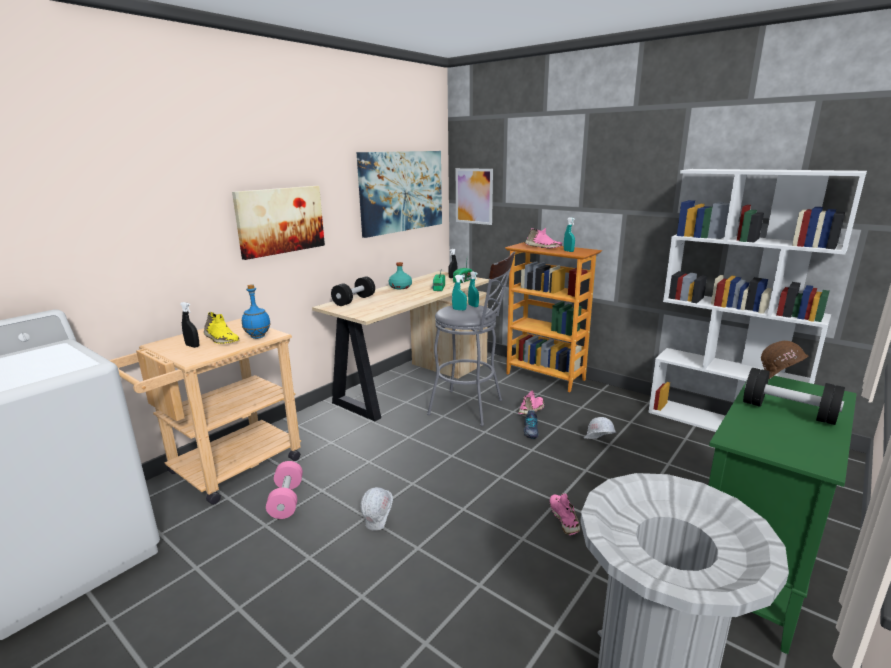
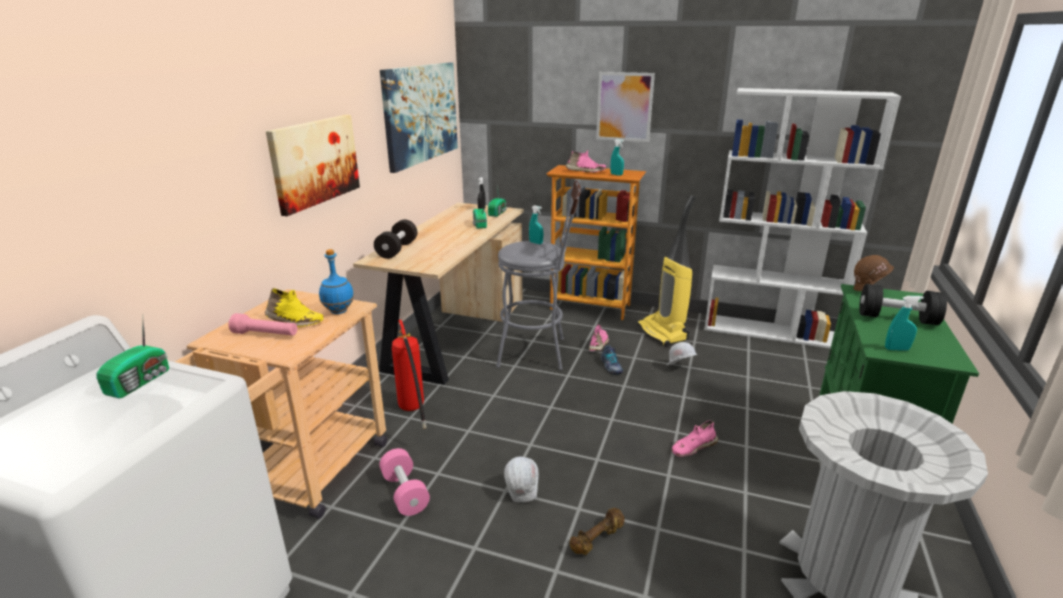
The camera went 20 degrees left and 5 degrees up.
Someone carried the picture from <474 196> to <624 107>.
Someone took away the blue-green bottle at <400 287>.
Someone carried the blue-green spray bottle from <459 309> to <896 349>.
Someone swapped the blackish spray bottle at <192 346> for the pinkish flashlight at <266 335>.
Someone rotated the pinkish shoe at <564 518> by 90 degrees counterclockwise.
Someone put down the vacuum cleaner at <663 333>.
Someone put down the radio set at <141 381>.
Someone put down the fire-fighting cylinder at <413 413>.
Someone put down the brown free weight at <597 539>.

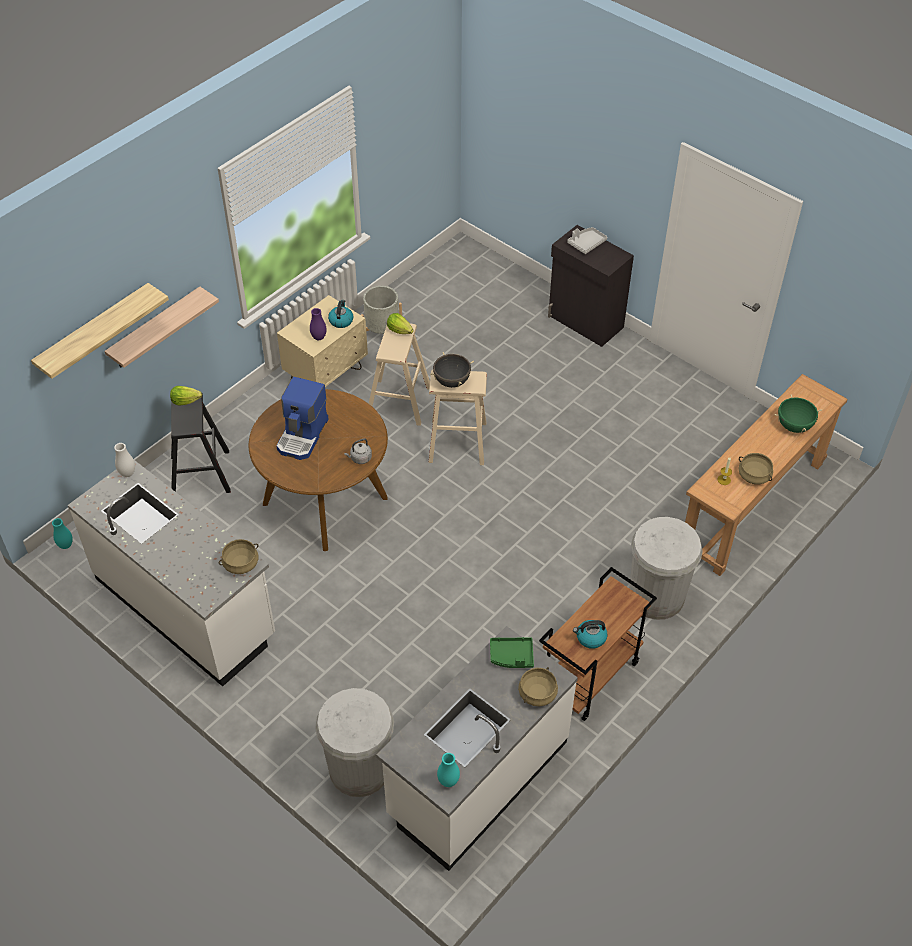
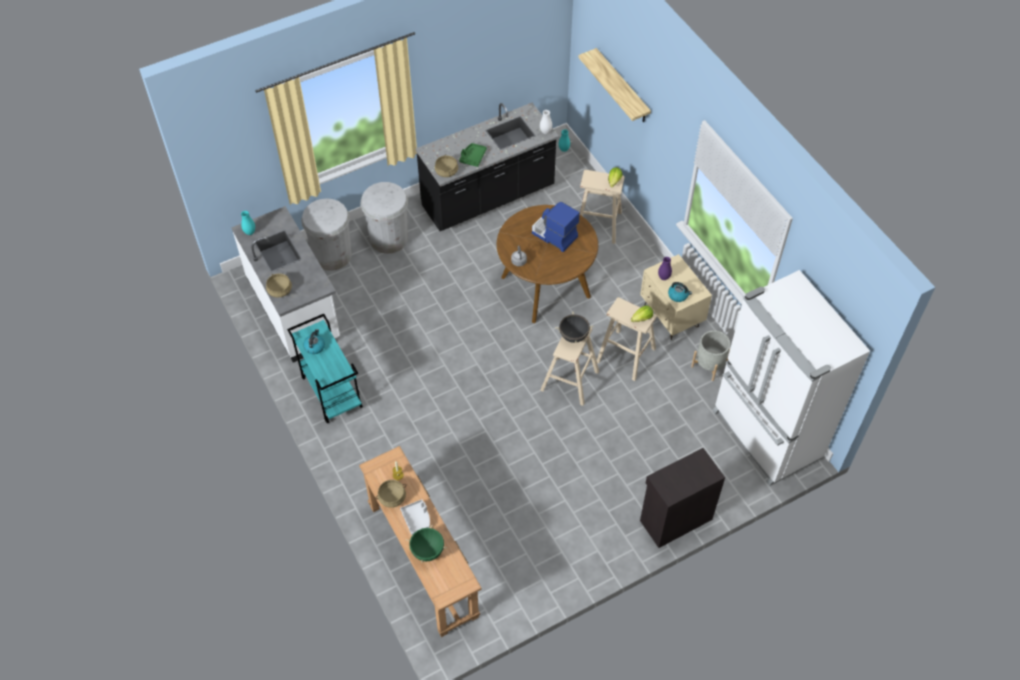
The camera went 110 degrees right and 5 degrees up.
Someone carried the gray carrying tray from <586 243> to <417 519>.
Someone took away the bracket shelf at <155 329>.
Someone repainted the blackish stool at <200 474>, which became the beige stool at <598 224>.
Someone repainted the white-coloured counter at <186 607>, which became the blackish counter at <488 198>.
Someone carried the white-coloured rubbish bin from <656 596> to <389 238>.
Someone repainted the brown trolley at <589 677>, which became the blue-green trolley at <331 392>.
Someone carried the greenish carrying tray from <511 656> to <473 157>.
Someone put down the white-coloured kitchen fridge at <765 436>.

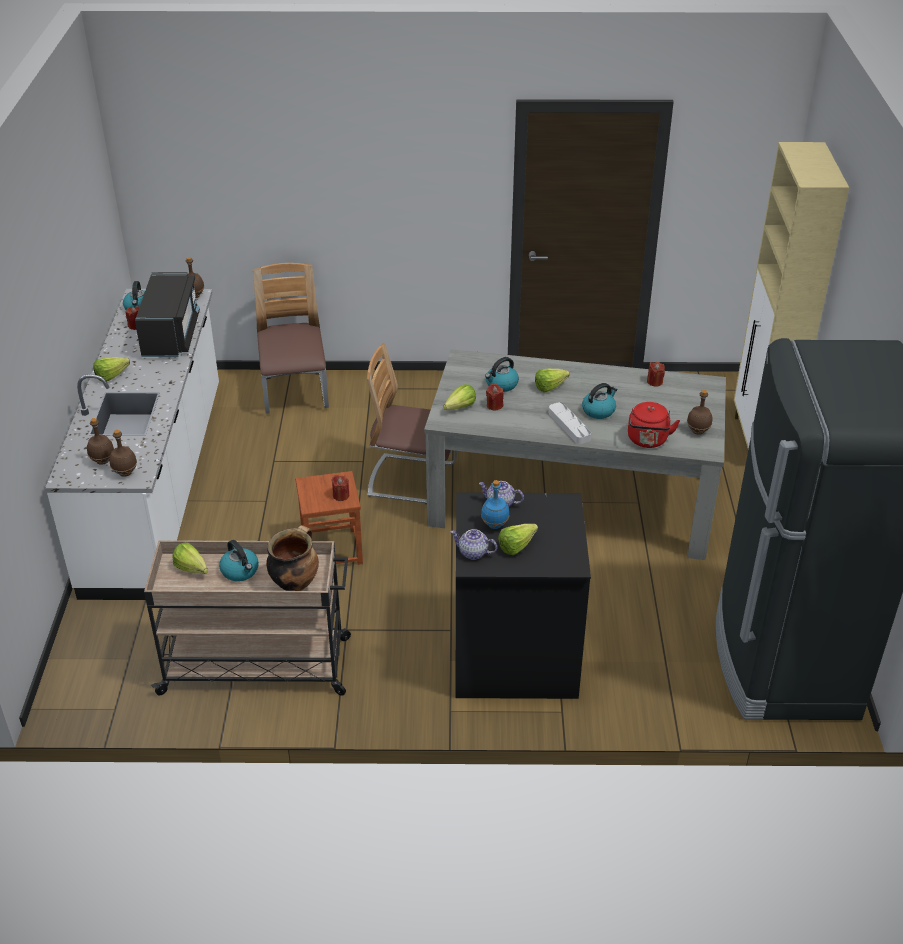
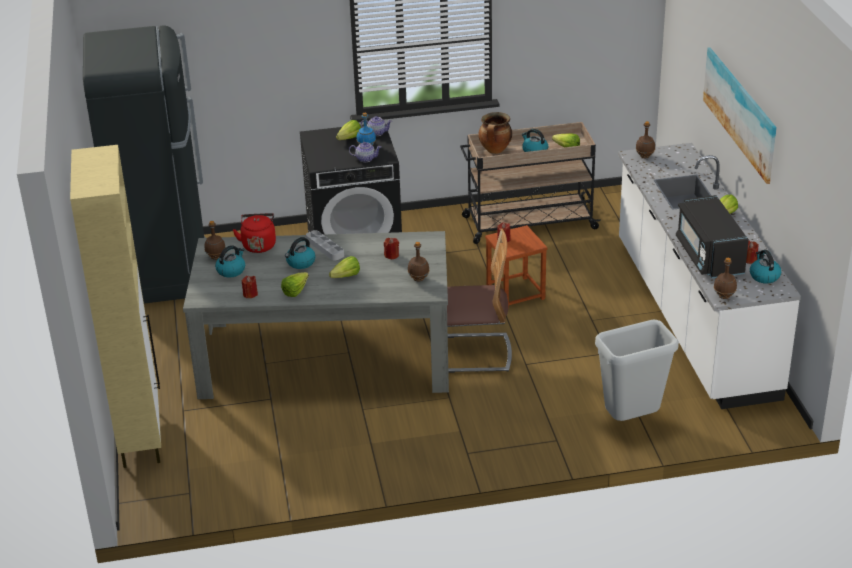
The camera went 170 degrees right and 5 degrees down.
Someone swapped the upright chair at <295 394> for the gray rubbish bin at <631 421>.
Someone carried the kettle from <501 385> to <231 270>.
Someone carried the lettuce head from <457 408> to <298 290>.
Someone carried the brown bottle from <103 461> to <418 279>.
Someone put up the picture at <741 112>.

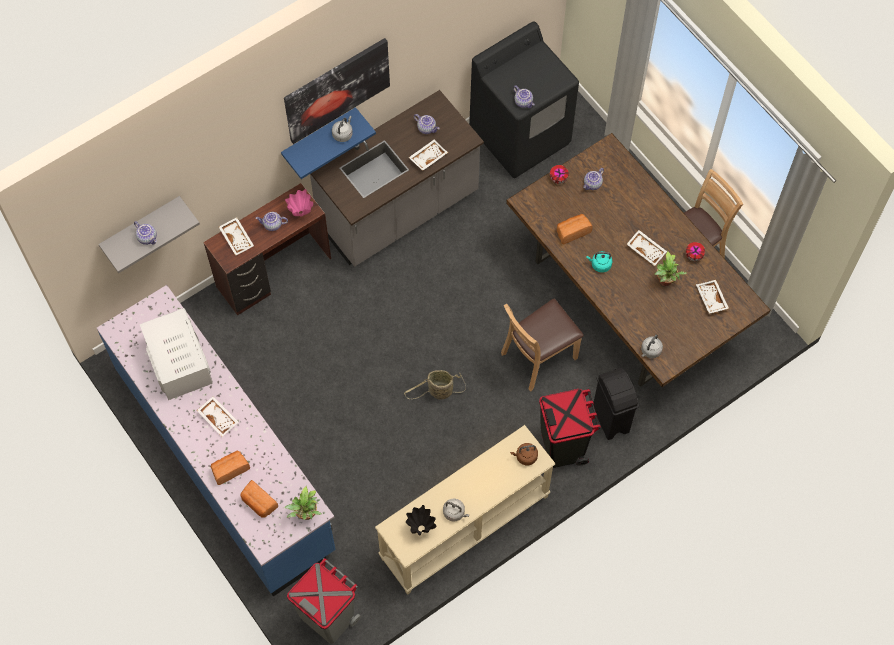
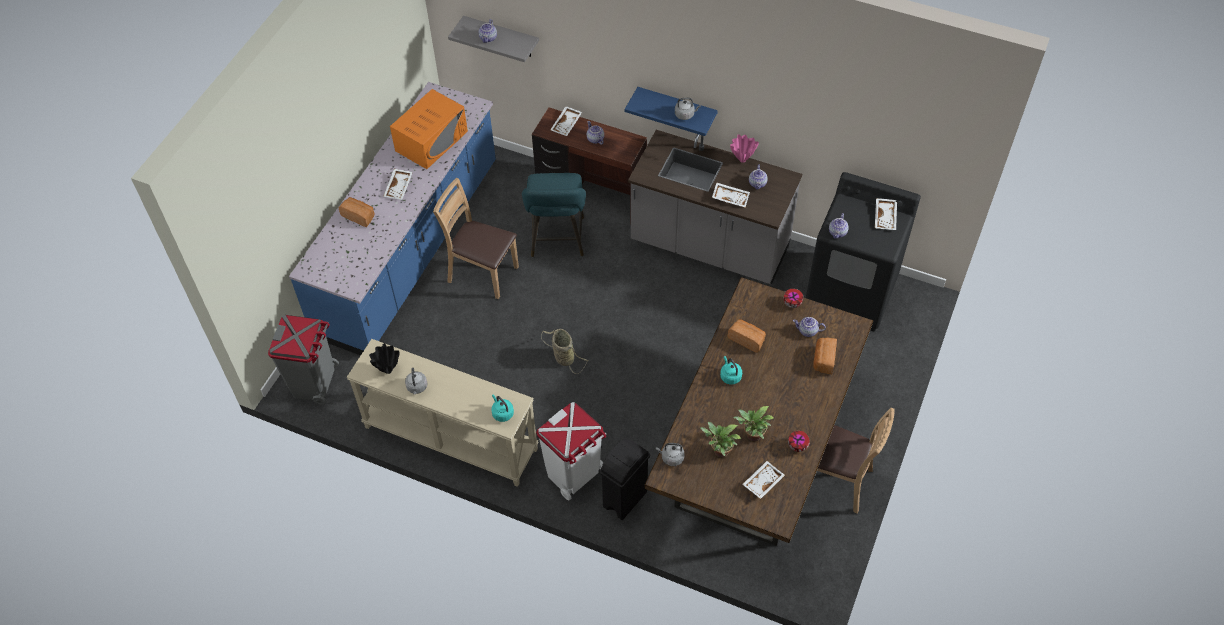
The camera went 60 degrees right and 10 degrees down.
Someone took away the picture at <337 90>.
Someone carried the pinkish vase from <301 214> to <742 160>.
Someone carried the white-coloured carrying tray from <646 249> to <885 217>.
Someone carried the brown upright chair from <538 357> to <482 273>.
Someone repainted the white-coloured kitchen microwave at <179 361>, which became the orange-coloured kitchen microwave at <431 141>.
Someone repainted the blackish rubbish bin at <563 445>, which became the white-coloured rubbish bin at <574 474>.
Someone repainted the brown kettle at <525 457>, which became the blue-green kettle at <502 413>.
Someone carried the bread from <259 503> to <823 360>.
Someone carried the plant in a pot from <306 515> to <719 451>.
Someone put down the blue-green stool at <557 240>.

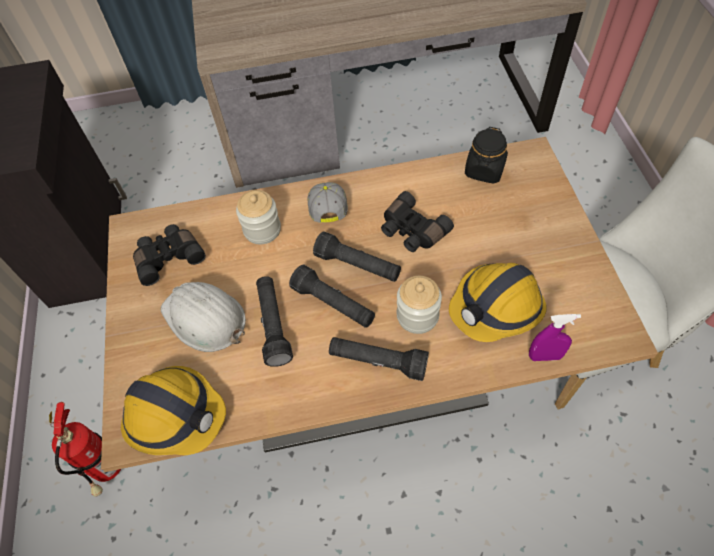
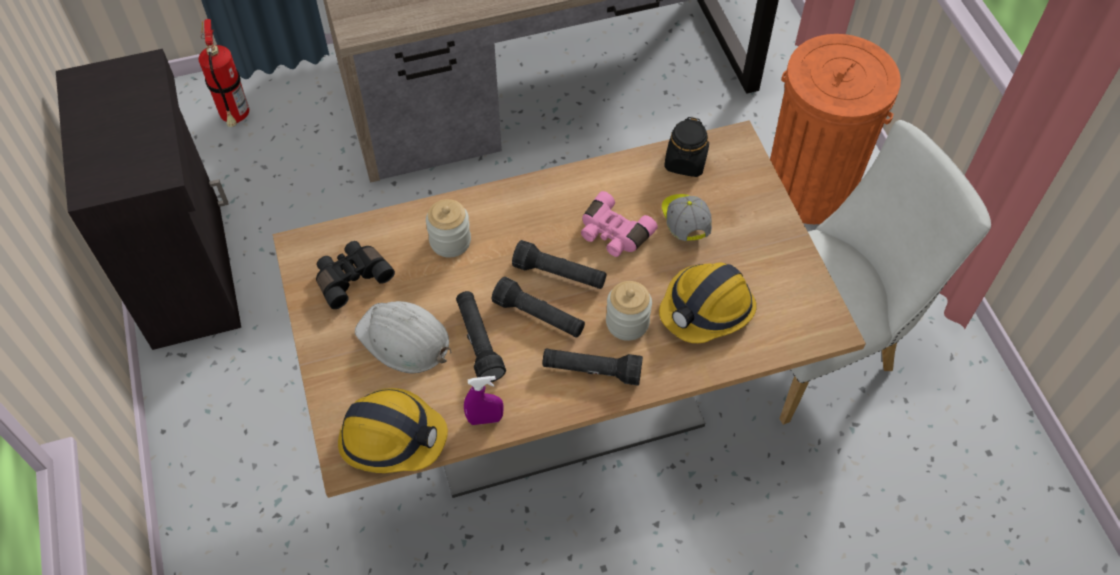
The camera went 10 degrees left and 0 degrees up.
Someone carried the baseball cap from <328 207> to <684 222>.
Someone repainted the blackish pair of binoculars at <411 231>, which became the pinkish pair of binoculars at <613 234>.
Someone carried the purple-coloured spray bottle from <545 356> to <485 419>.
Someone carried the fire-fighting cylinder from <108 471> to <236 118>.
Someone put down the orange-coloured rubbish bin at <809 188>.

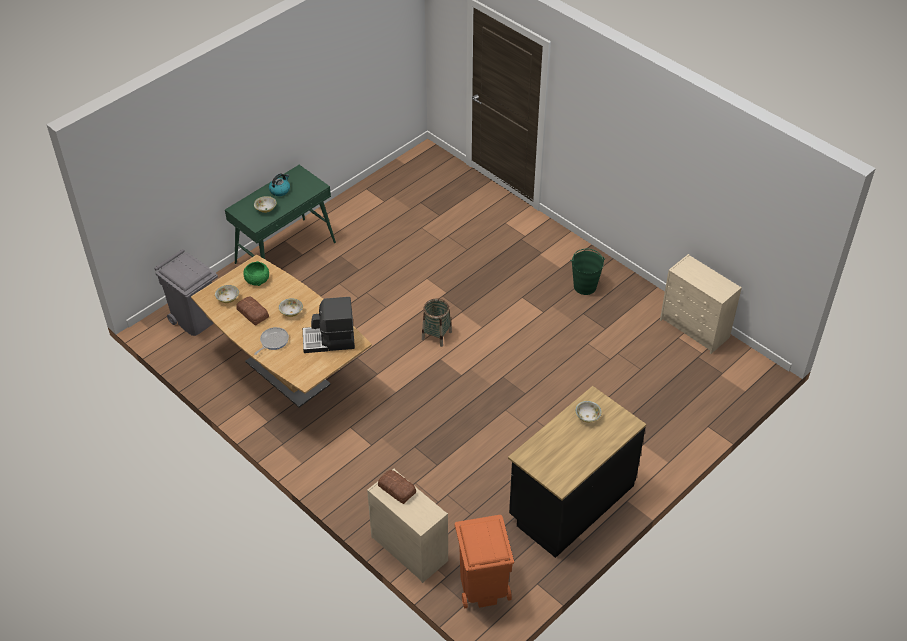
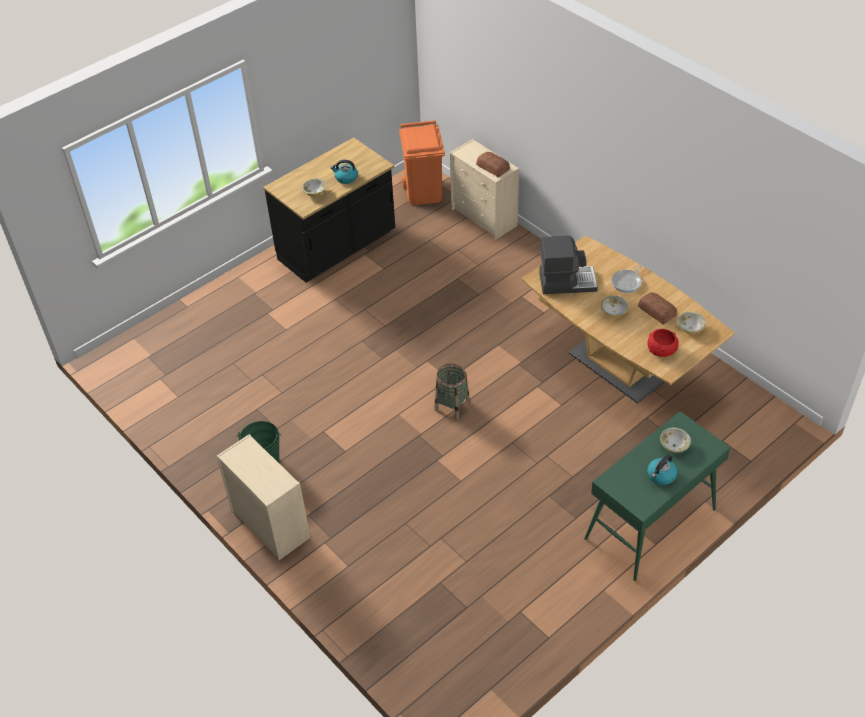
The camera went 175 degrees left and 0 degrees up.
Someone took away the gray rubbish bin at <195 319>.
Someone carried the beige chest of drawers from <695 329> to <269 523>.
Someone repainted the greenish deep dish at <257 280>, which became the red-coloured deep dish at <661 350>.
Someone put down the kettle at <346 178>.

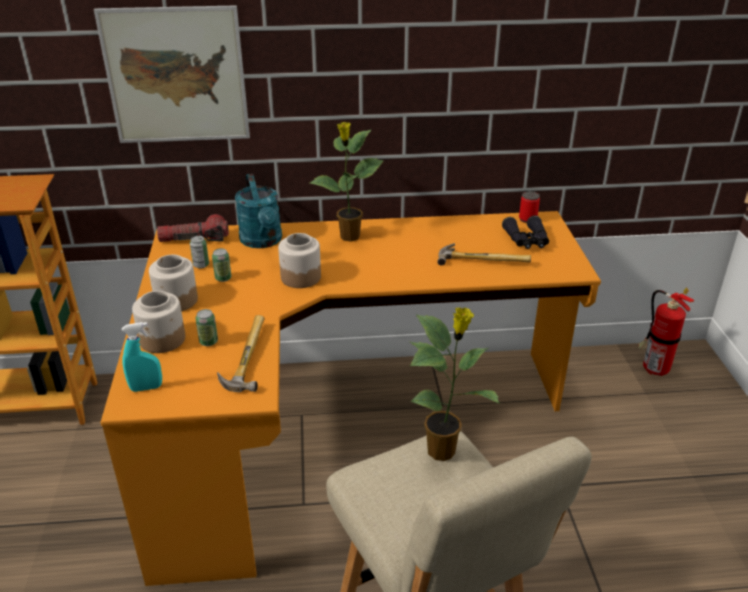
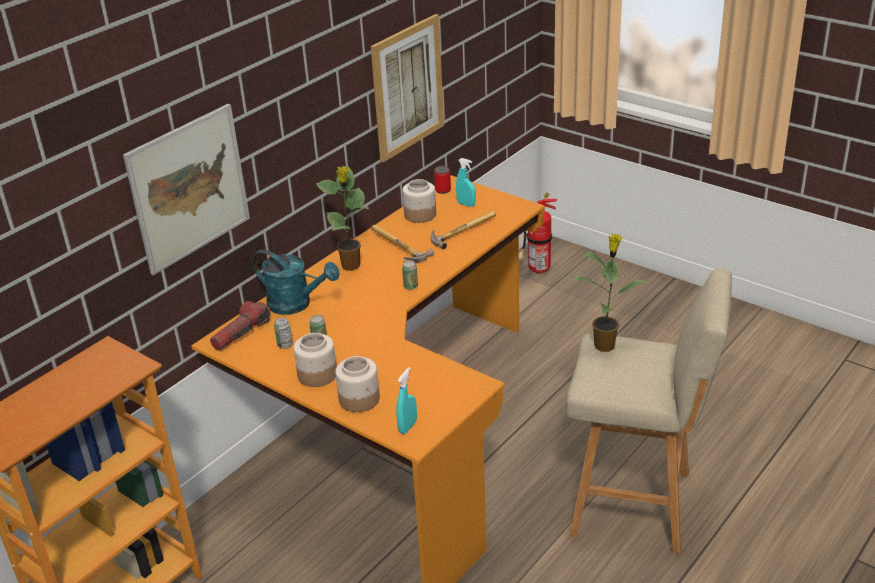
The camera went 45 degrees left and 0 degrees up.
Someone swapped the blackish pair of binoculars at <527 240> for the blue-green spray bottle at <466 204>.
Someone carried the storage jar from <300 277> to <419 215>.
Someone carried the metal can from <208 342> to <410 286>.
Someone carried the tool hammer from <243 357> to <396 249>.
Someone put up the picture at <407 87>.

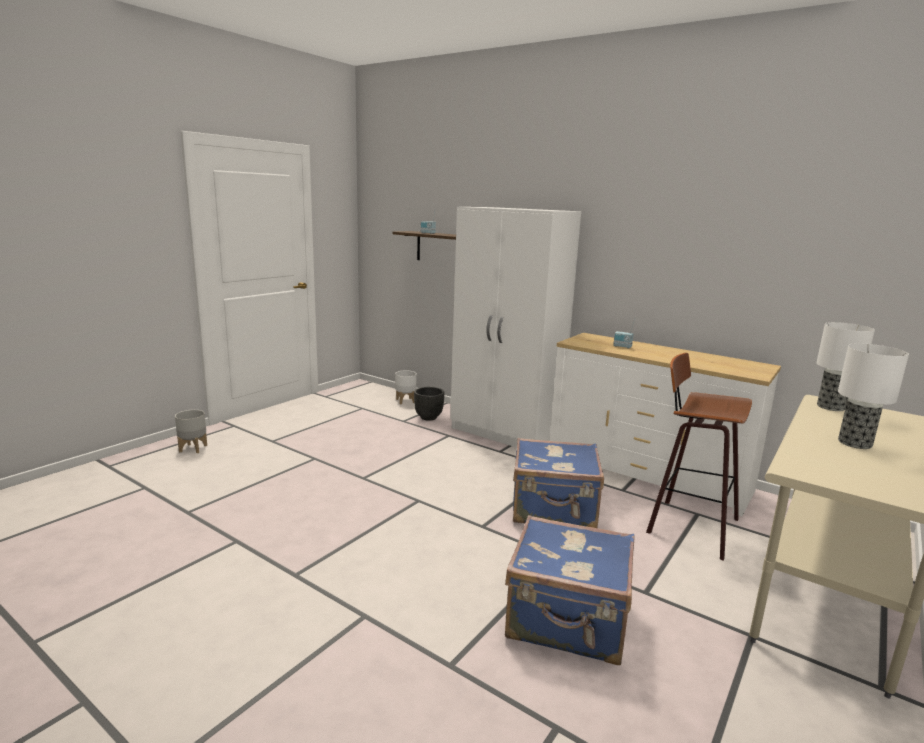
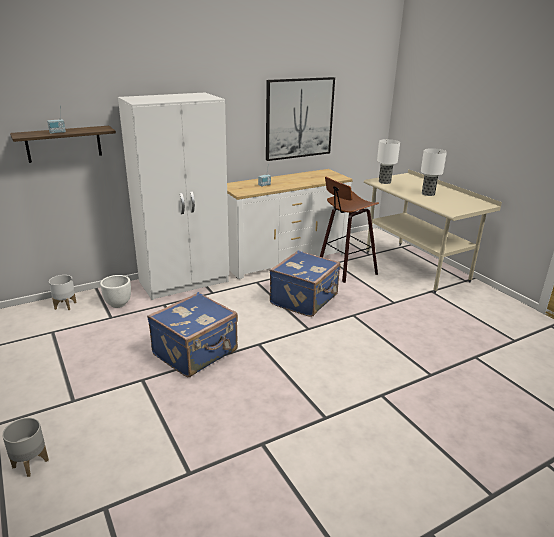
The camera went 65 degrees left and 10 degrees up.
Someone repainted the blackish planter at <428 417>, which became the white-coloured planter at <118 304>.
Someone carried the blue-coloured suitcase from <568 622> to <196 353>.
Someone put up the picture at <299 118>.

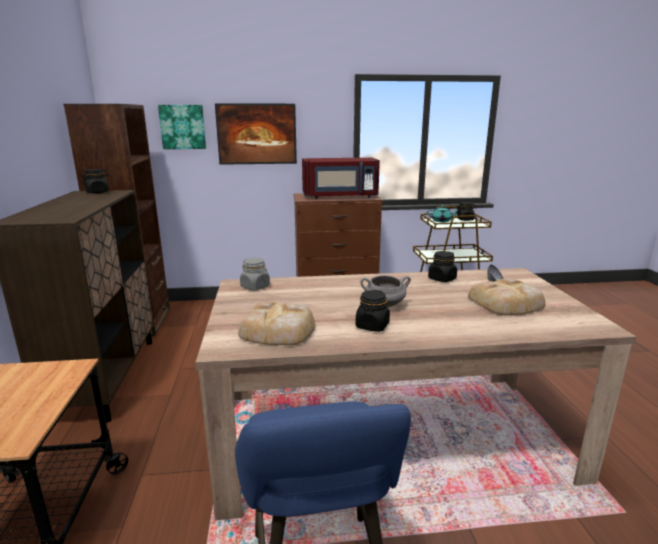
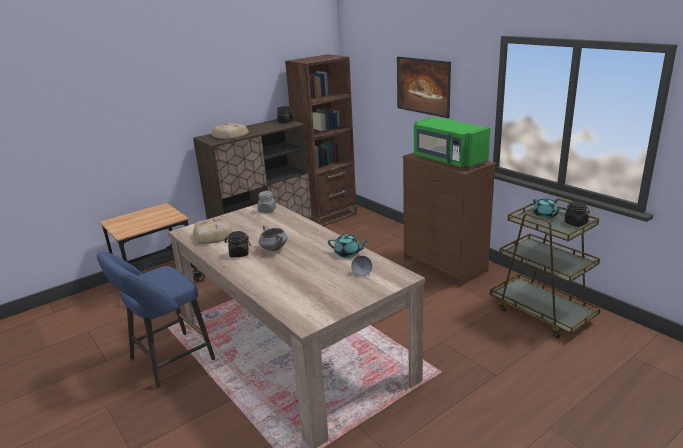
The camera went 60 degrees right and 5 degrees up.
Someone took away the picture at <183 127>.
Someone repainted the red-coloured kitchen microwave at <340 196>, which became the greenish kitchen microwave at <448 160>.
Someone swapped the blackish storage jar at <442 279> for the blue-green tea pot at <348 253>.
Someone carried the bread from <507 303> to <230 135>.

